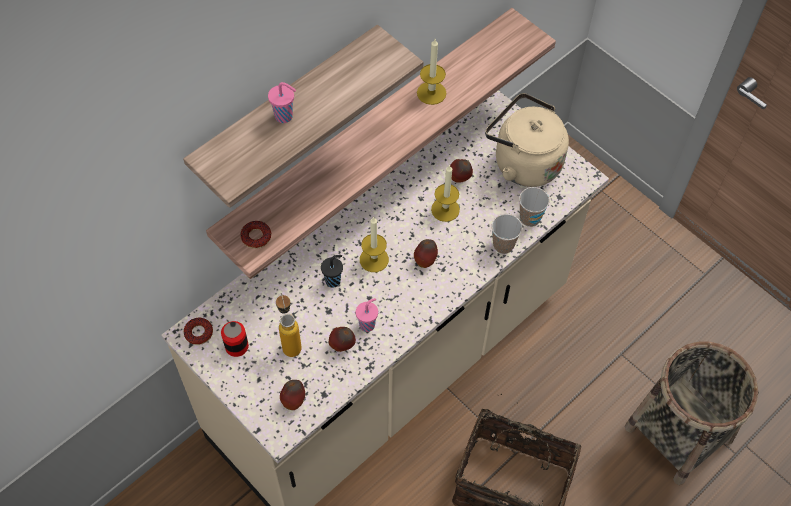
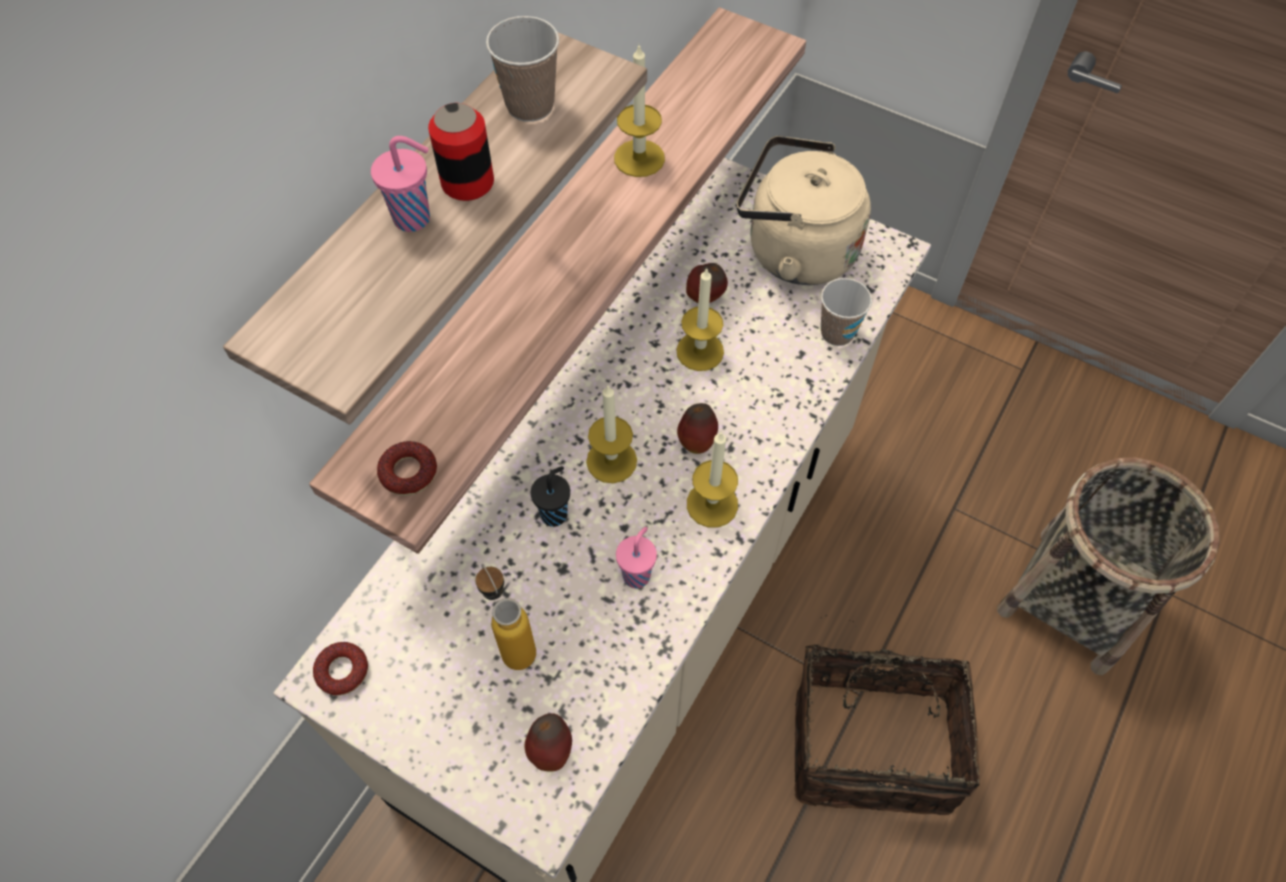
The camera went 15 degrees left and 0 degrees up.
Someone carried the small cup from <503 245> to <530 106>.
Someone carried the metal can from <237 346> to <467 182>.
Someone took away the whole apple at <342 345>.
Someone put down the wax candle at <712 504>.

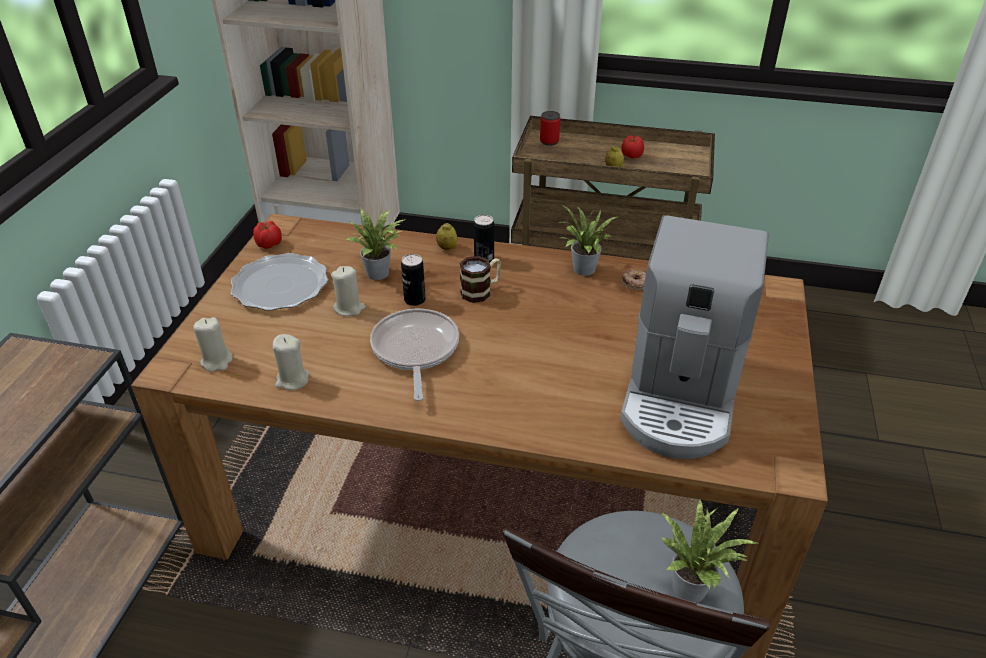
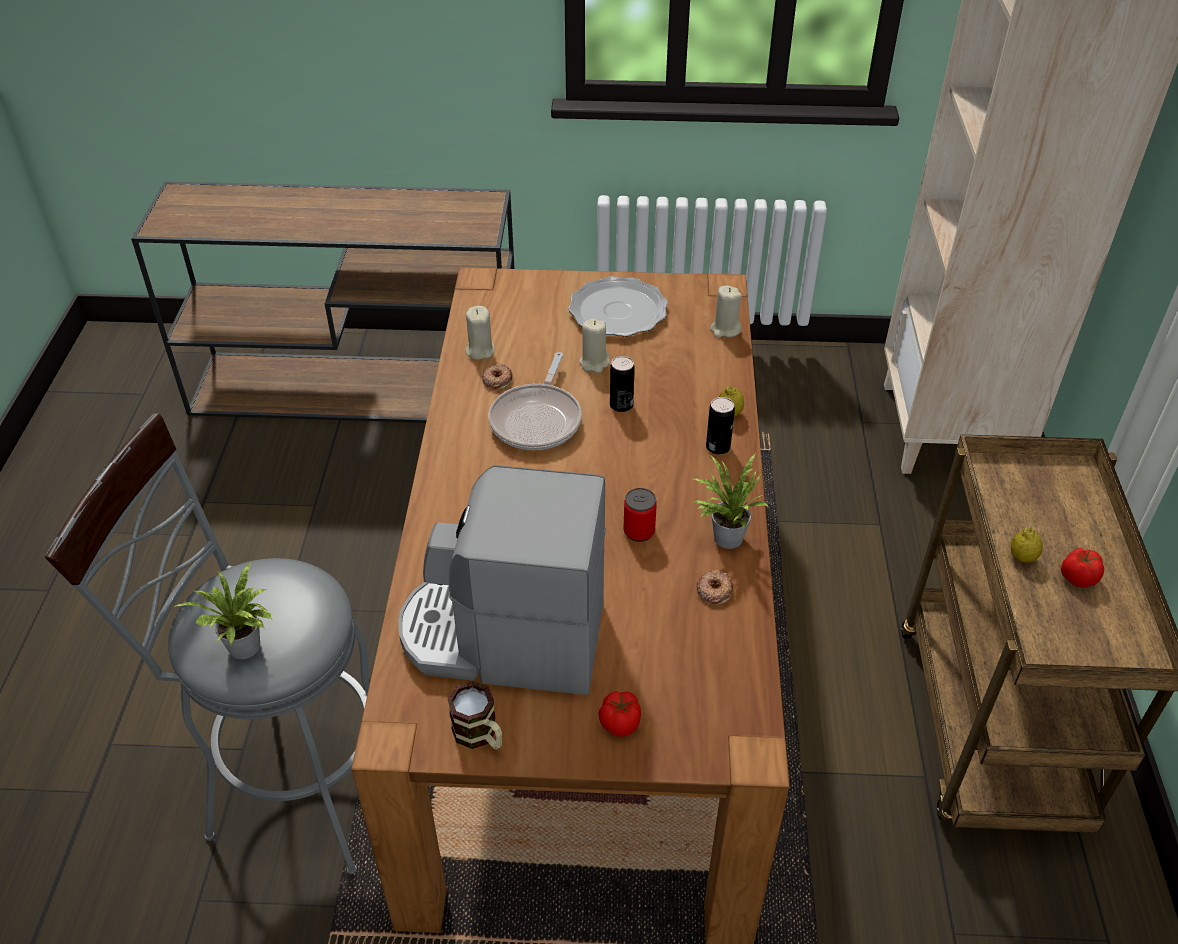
The camera went 80 degrees right and 5 degrees up.
Someone carried the metal can from <549 141> to <639 531>.
Someone took away the plant in a pot at <380 273>.
Someone carried the fresh tomato from <268 244> to <620 722>.
Someone carried the mug from <481 291> to <480 735>.
Someone rotated the frying pan at <415 350> by 120 degrees clockwise.
Someone carried the beige wax candle from <217 361> to <725 329>.
Someone put down the donut at <497 380>.

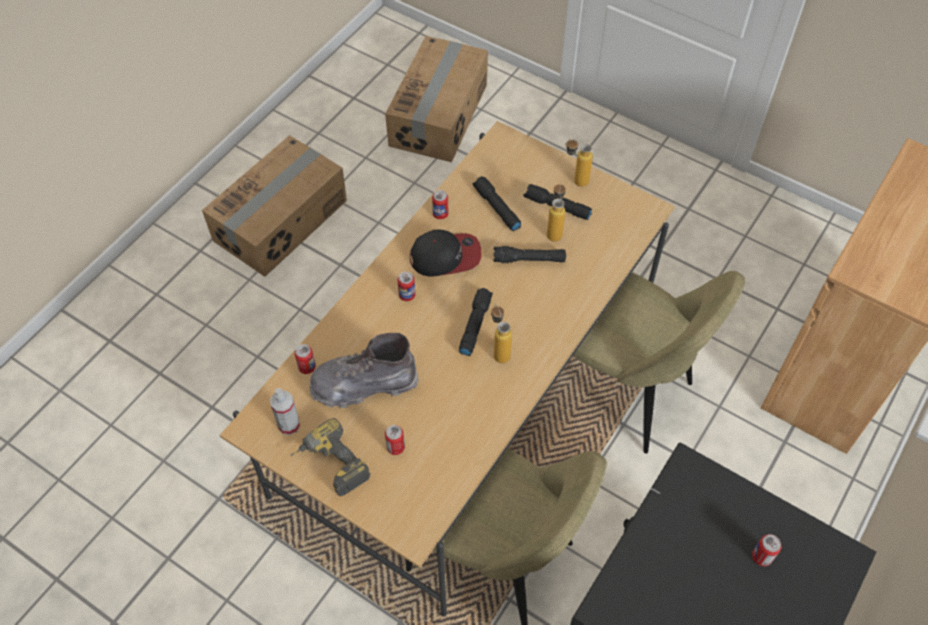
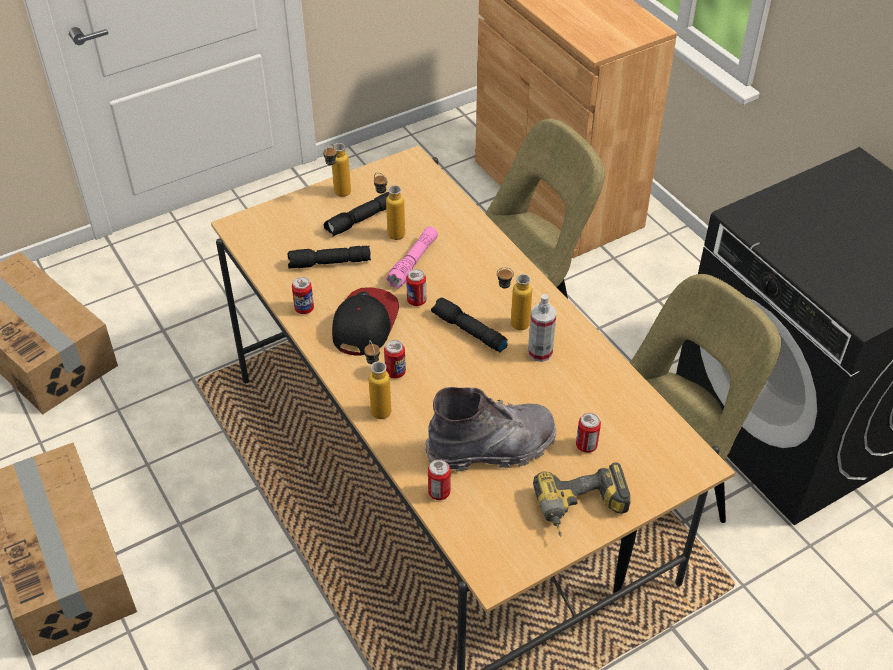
The camera went 65 degrees left and 10 degrees down.
Someone repainted the blackish flashlight at <529 260>, which became the pinkish flashlight at <413 263>.
Someone rotated the gray tall boot at <364 385> by 120 degrees counterclockwise.
Someone carried the spray bottle from <289 425> to <540 352>.
Someone carried the metal can from <762 557> to <416 301>.
Someone put down the bottle at <378 406>.

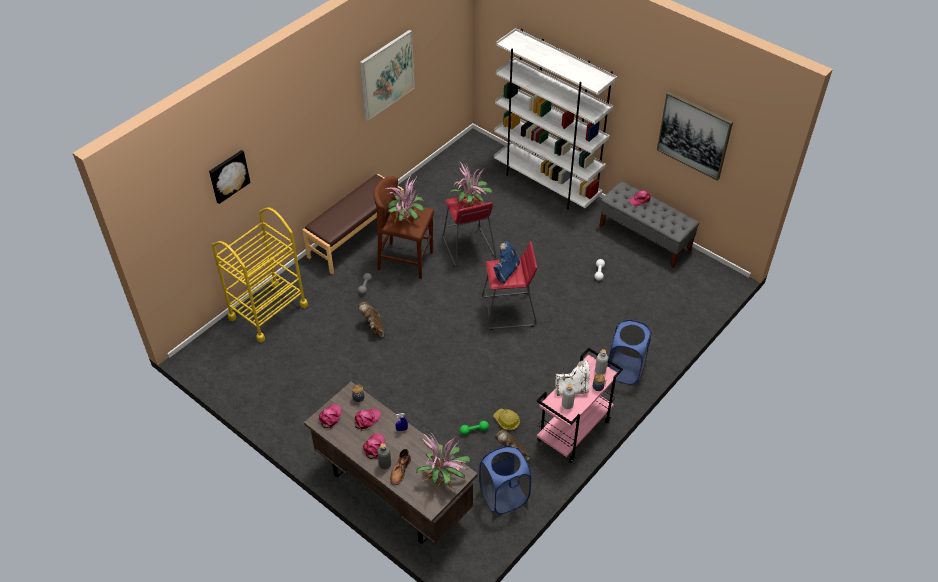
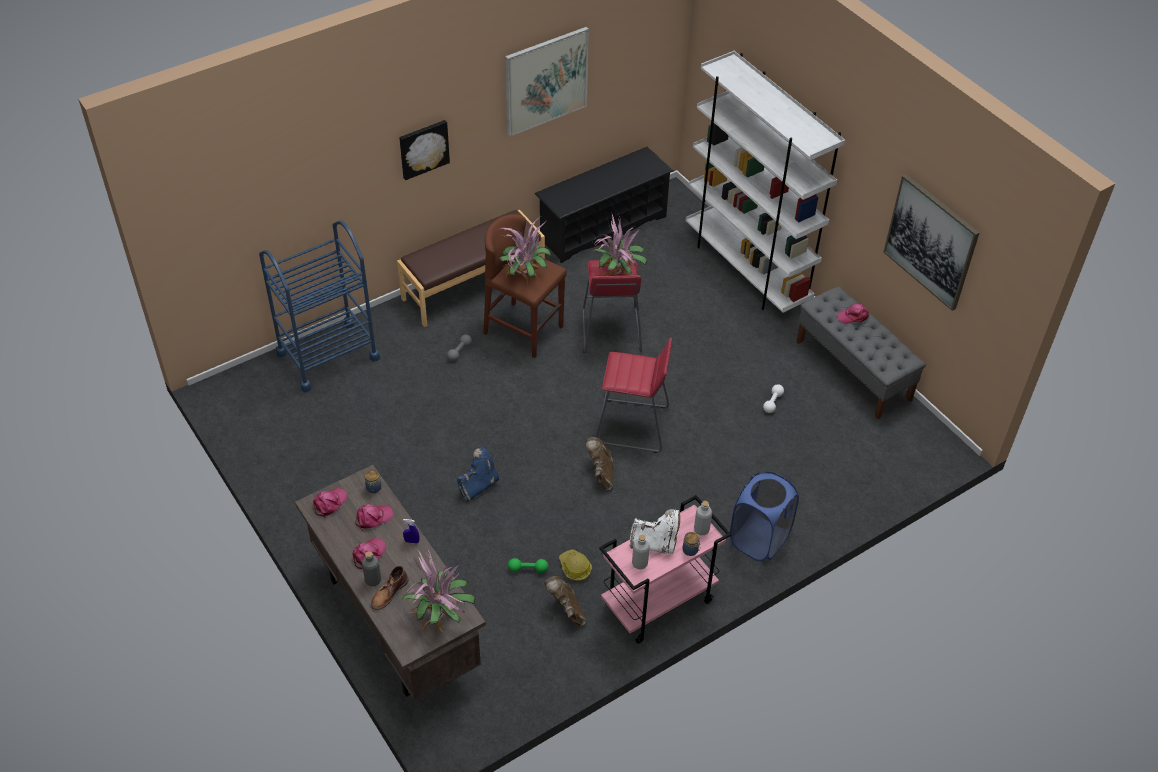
The camera went 15 degrees right and 0 degrees up.
Someone carried the picture from <228 176> to <423 148>.
Someone repainted the yellowish trolley at <268 311>, which became the blue-coloured trolley at <328 356>.
Someone carried the blue-coloured tall boot from <505 271> to <478 486>.
Someone carried the brown tall boot from <373 327> to <601 474>.
Someone took away the blue-coloured washing basket at <504 496>.
Someone put down the blackish shoe shelf at <602 227>.

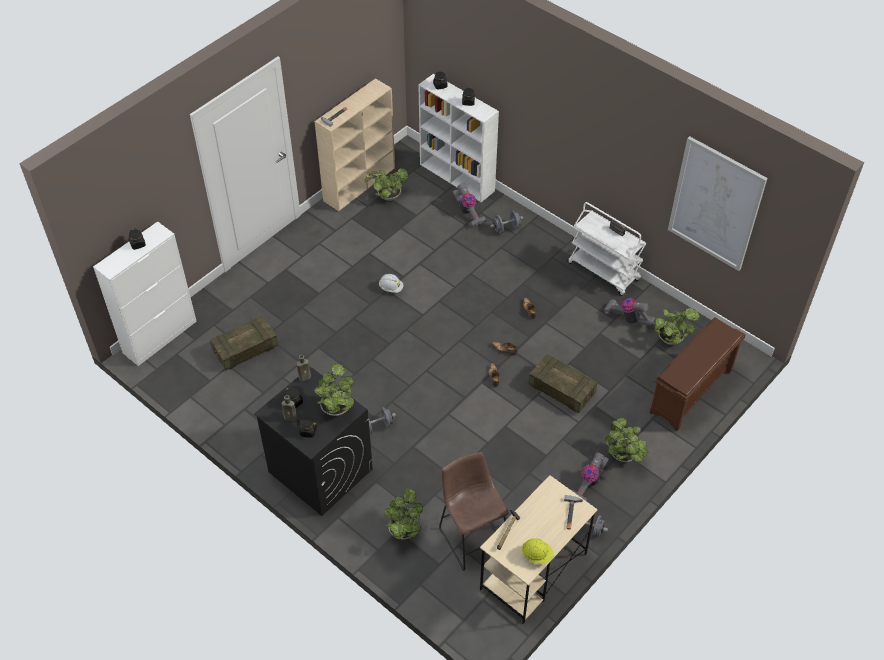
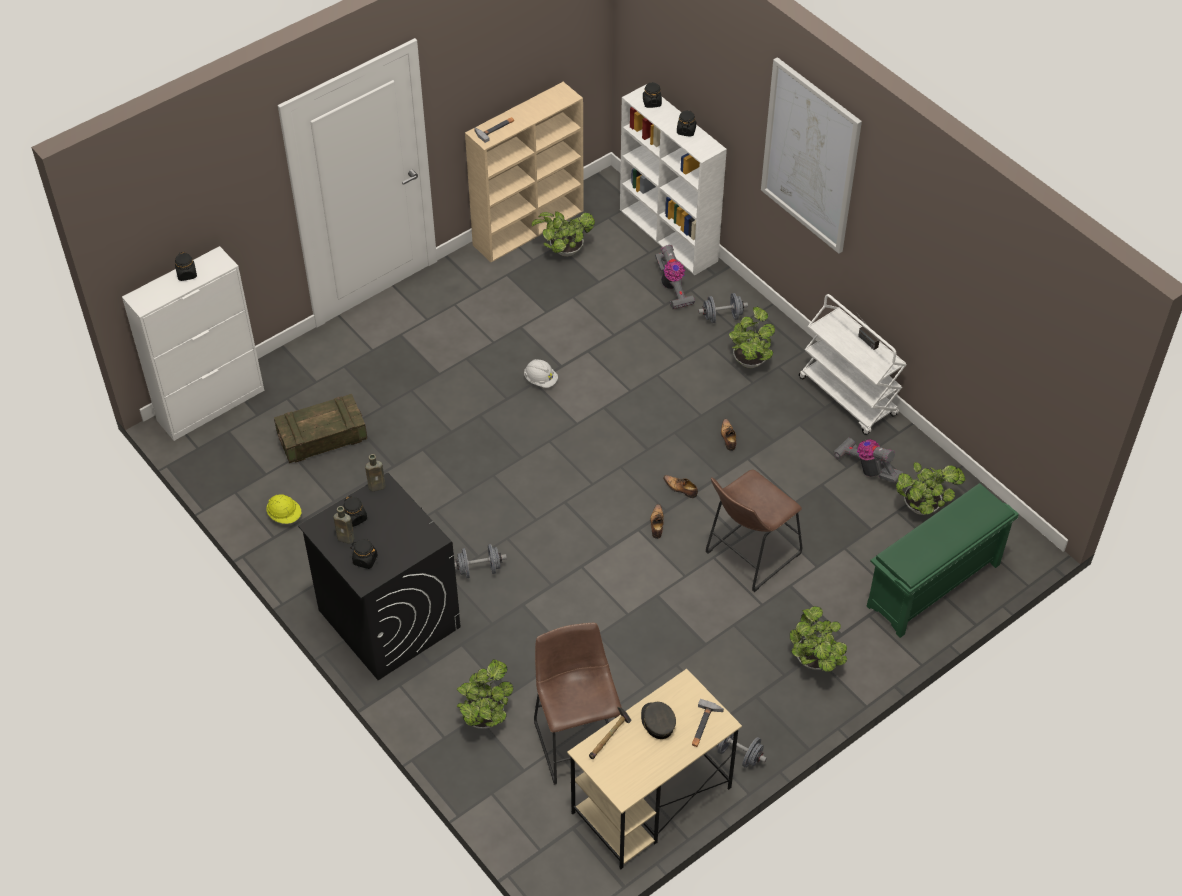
The camera went 10 degrees right and 0 degrees up.
Someone carried the picture from <715 204> to <810 156>.
Someone repainted the brown shoe shelf at <691 393>, which became the greenish shoe shelf at <933 587>.
Someone swapped the packing crate at <561 389> for the brown stool at <748 556>.
Someone carried the plant in a pot from <336 407> to <750 359>.
Someone took away the vacuum cleaner at <588 483>.
Someone carried the yellowish work helmet from <537 555> to <285 516>.
Someone put down the gray baseball cap at <657 723>.

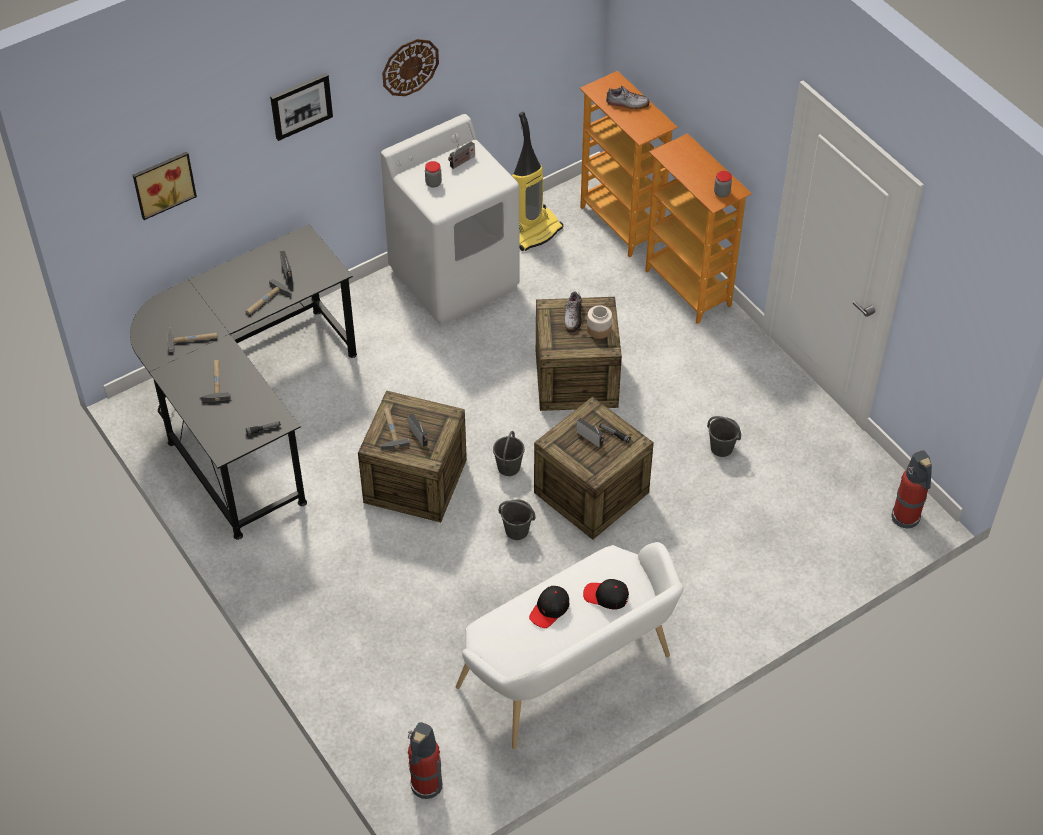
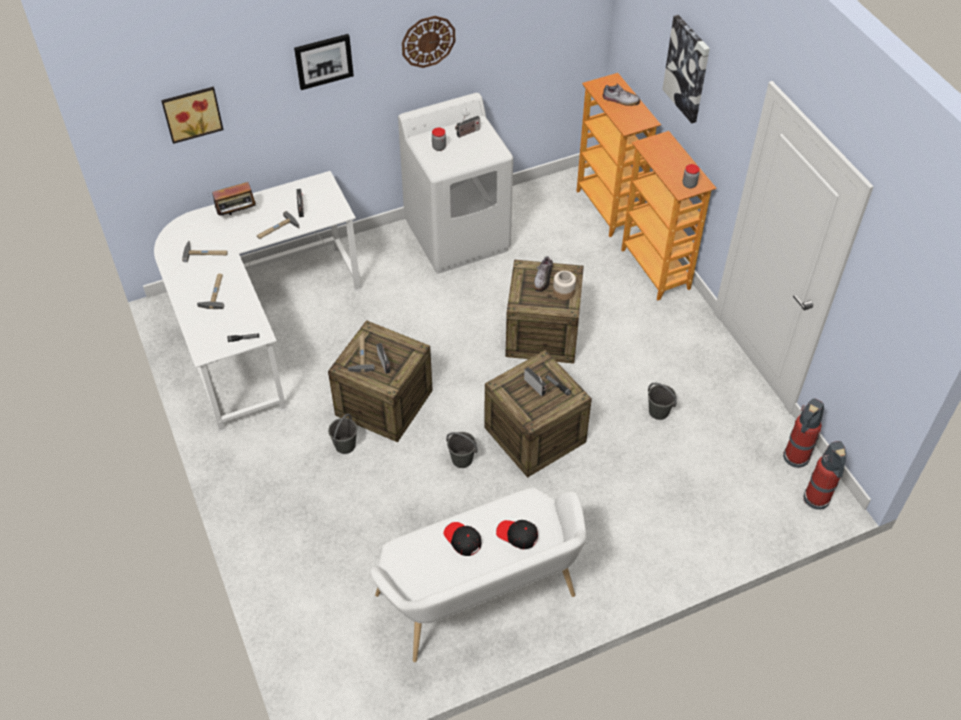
The camera went 10 degrees right and 0 degrees up.
Someone took away the vacuum cleaner at <533 231>.
Someone repainted the blackish desk unit at <246 413>, which became the white-coloured desk unit at <257 325>.
Someone carried the gray water bucket from <509 467> to <345 445>.
Someone rotated the blackish baseball cap at <549 610> by 90 degrees clockwise.
Someone carried the fire-fighting cylinder from <425 786> to <795 458>.
Someone put up the picture at <687 69>.
Someone put down the radio set at <238 214>.

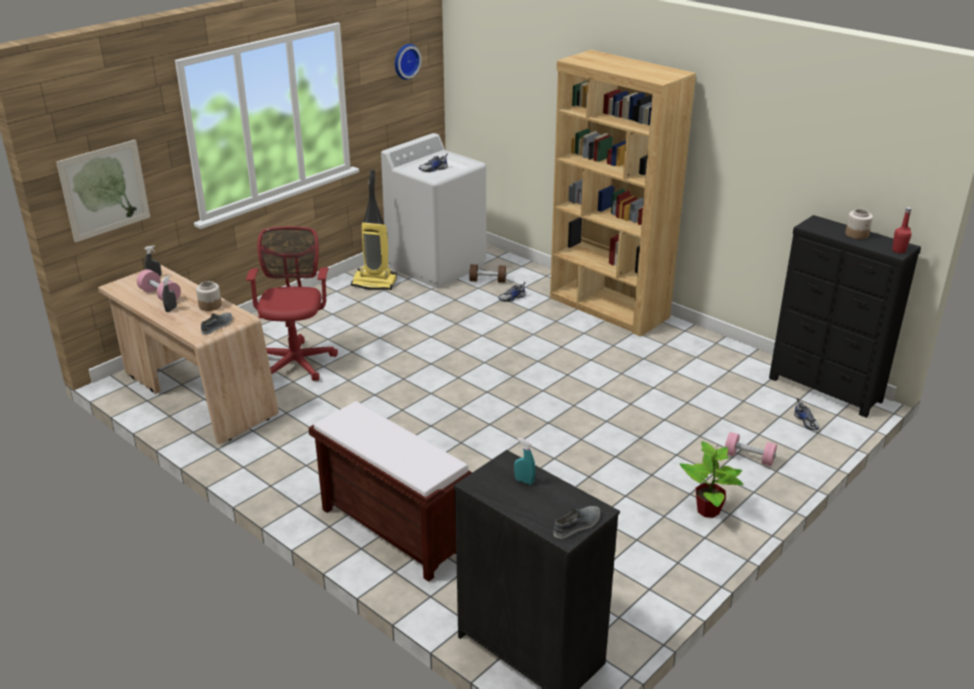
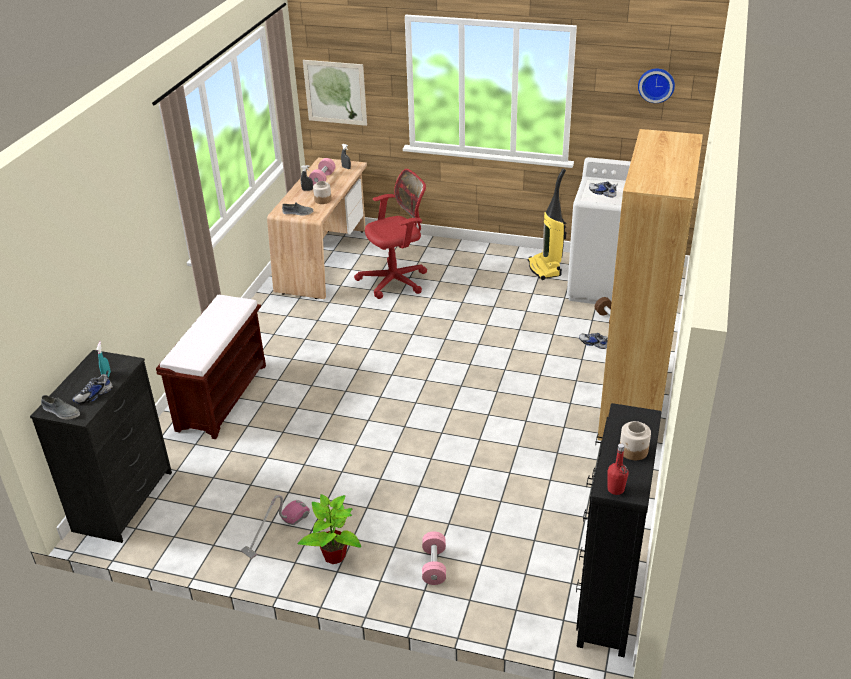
The camera went 65 degrees right and 5 degrees up.
Someone carried the shoe from <806 422> to <94 395>.
Someone put down the vacuum cleaner at <276 532>.

